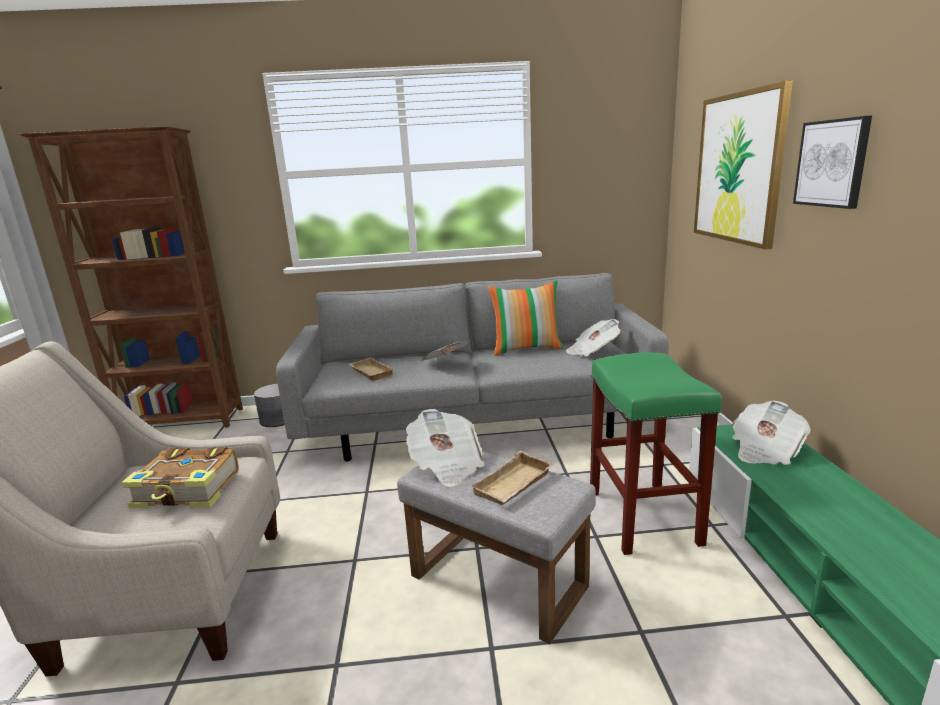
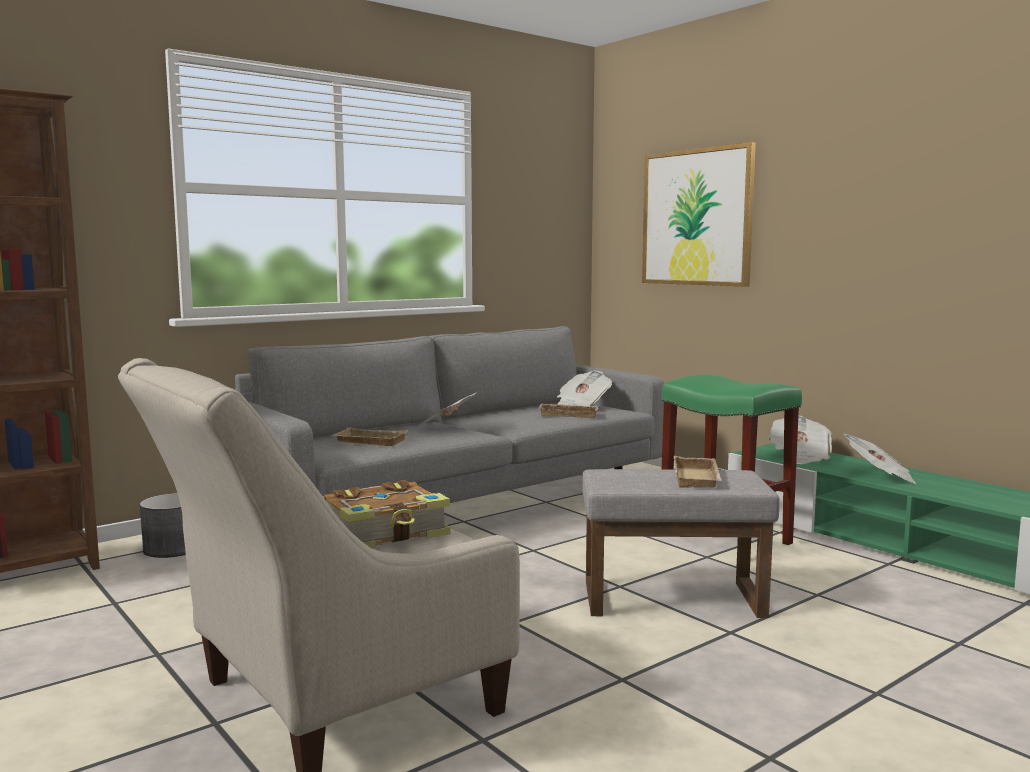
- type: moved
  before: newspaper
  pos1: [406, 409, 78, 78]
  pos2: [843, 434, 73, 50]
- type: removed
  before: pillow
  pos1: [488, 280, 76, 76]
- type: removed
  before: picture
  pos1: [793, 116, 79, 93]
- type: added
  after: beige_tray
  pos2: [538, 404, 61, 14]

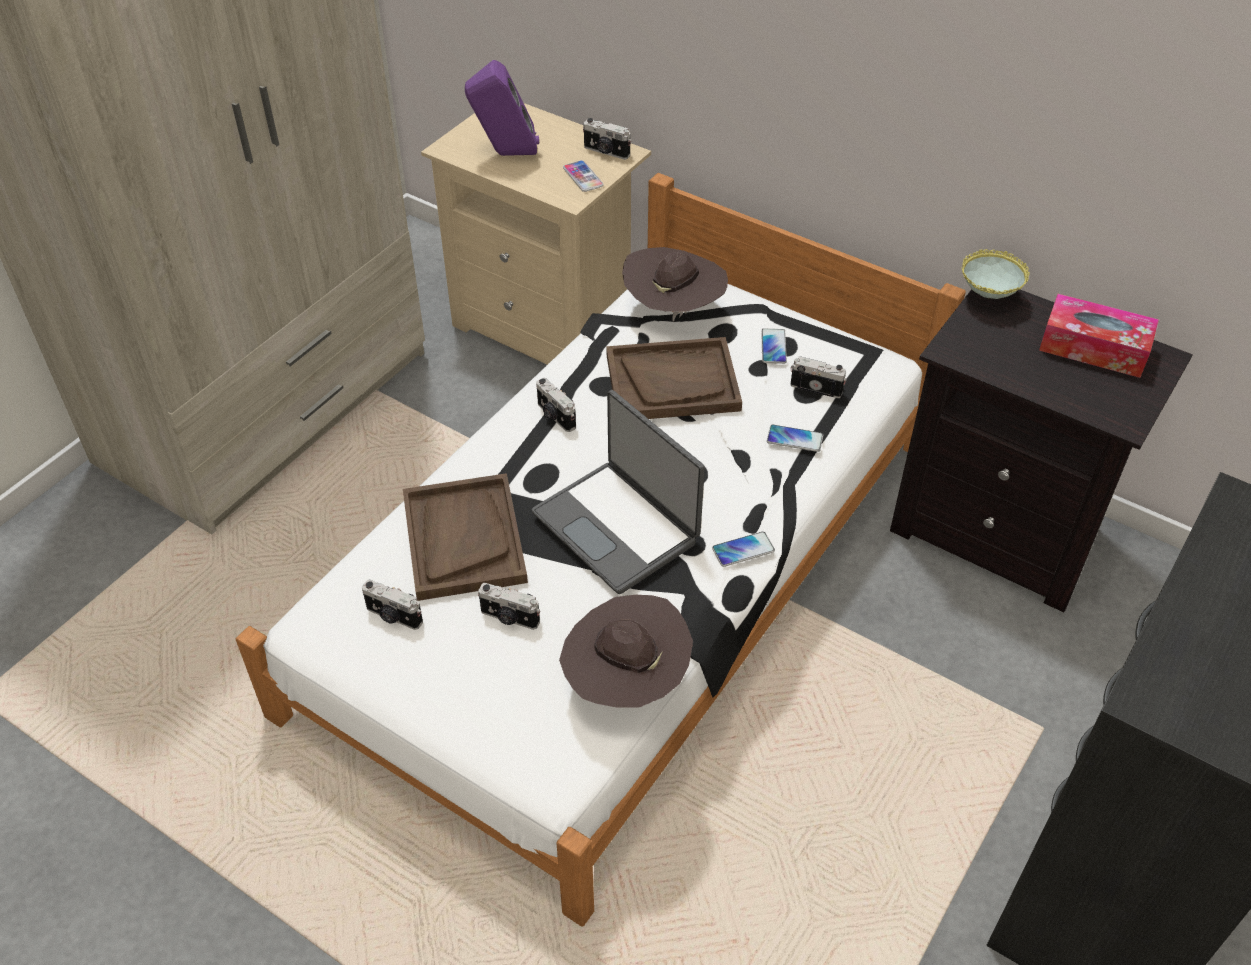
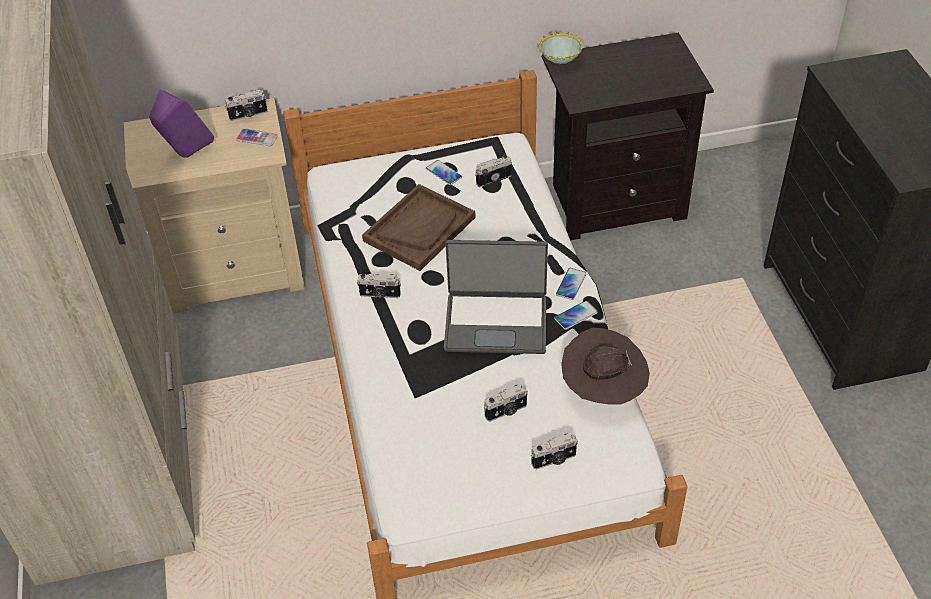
- type: moved
  before: photo_camera
  pos1: [362, 580, 61, 50]
  pos2: [531, 433, 47, 37]
- type: removed
  before: brown_tray
  pos1: [403, 473, 125, 128]
- type: removed
  before: brown_hat
  pos1: [622, 247, 106, 75]
- type: moved
  before: phone
  pos1: [767, 425, 56, 27]
  pos2: [554, 301, 44, 29]
- type: removed
  before: tissue_box
  pos1: [1039, 294, 120, 84]

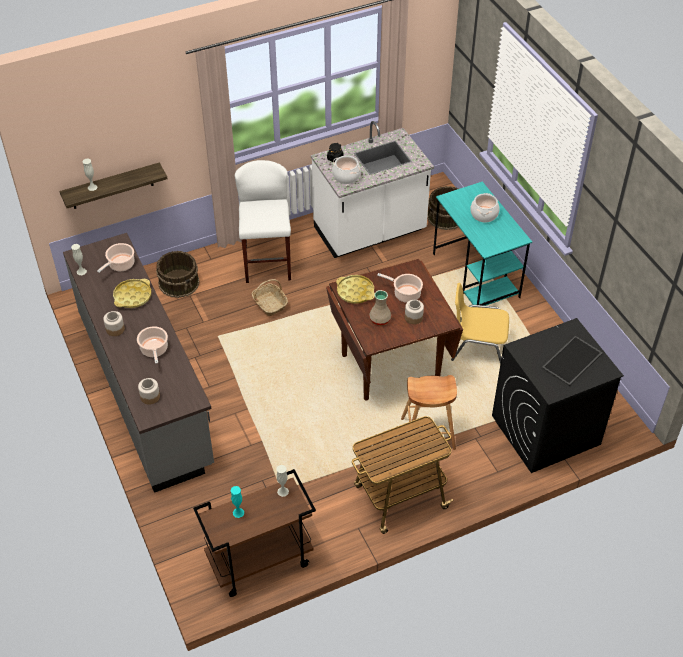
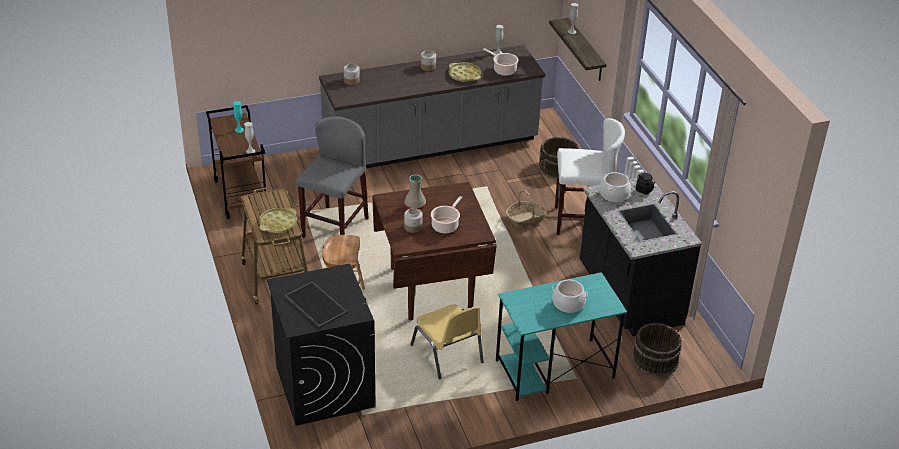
- type: removed
  before: cooking_pot
  pos1: [137, 326, 31, 38]
- type: recoloured
  before: white_counter
  after: black_counter
  pos1: [311, 121, 123, 137]
  pos2: [580, 178, 122, 158]
- type: moved
  before: yellow_tray
  pos1: [336, 275, 39, 29]
  pos2: [259, 208, 38, 25]
- type: turned
  before: yellow_chair
  pos1: [451, 283, 58, 81]
  pos2: [410, 304, 74, 76]
  turn: 135
- type: added
  after: grey_stool
  pos2: [296, 117, 72, 121]

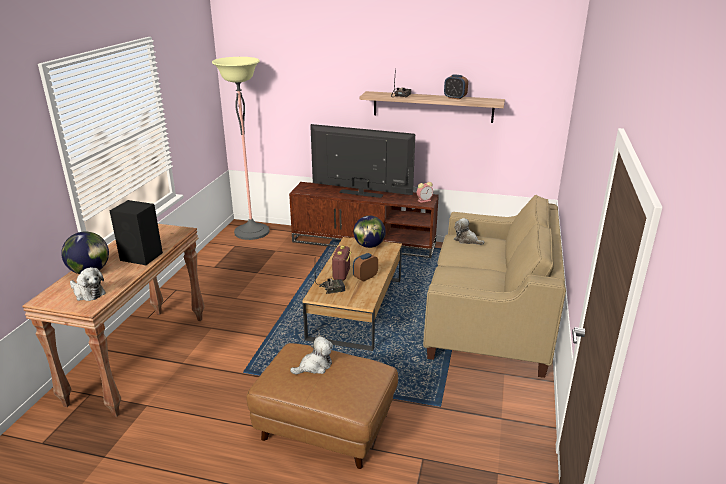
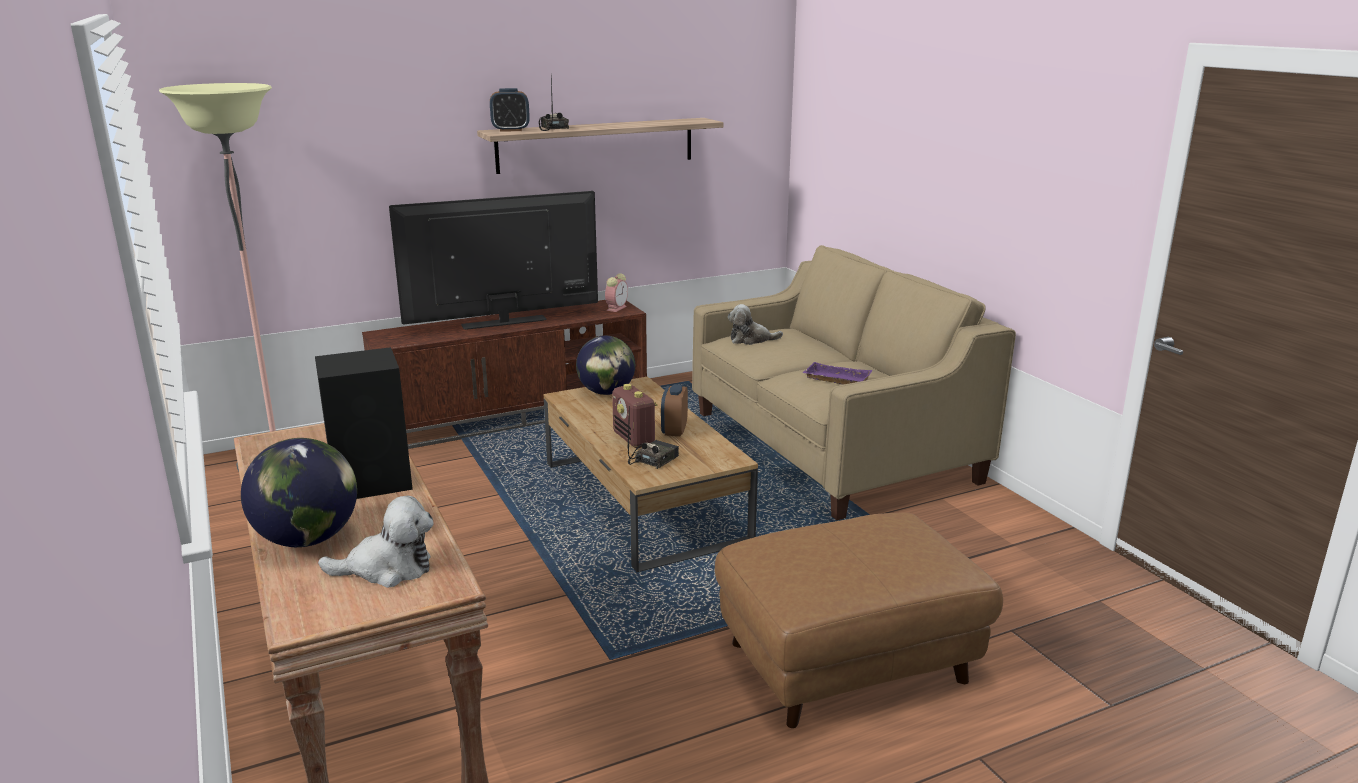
- type: removed
  before: plush_toy
  pos1: [290, 336, 43, 39]
- type: moved
  before: alarm_clock
  pos1: [444, 74, 24, 25]
  pos2: [490, 88, 40, 44]
- type: added
  after: purple_tray
  pos2: [803, 362, 69, 23]

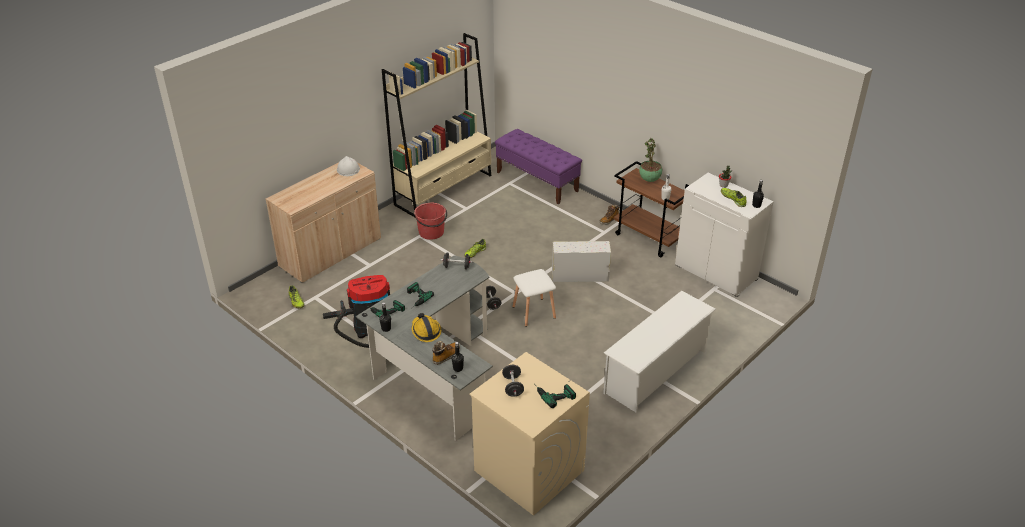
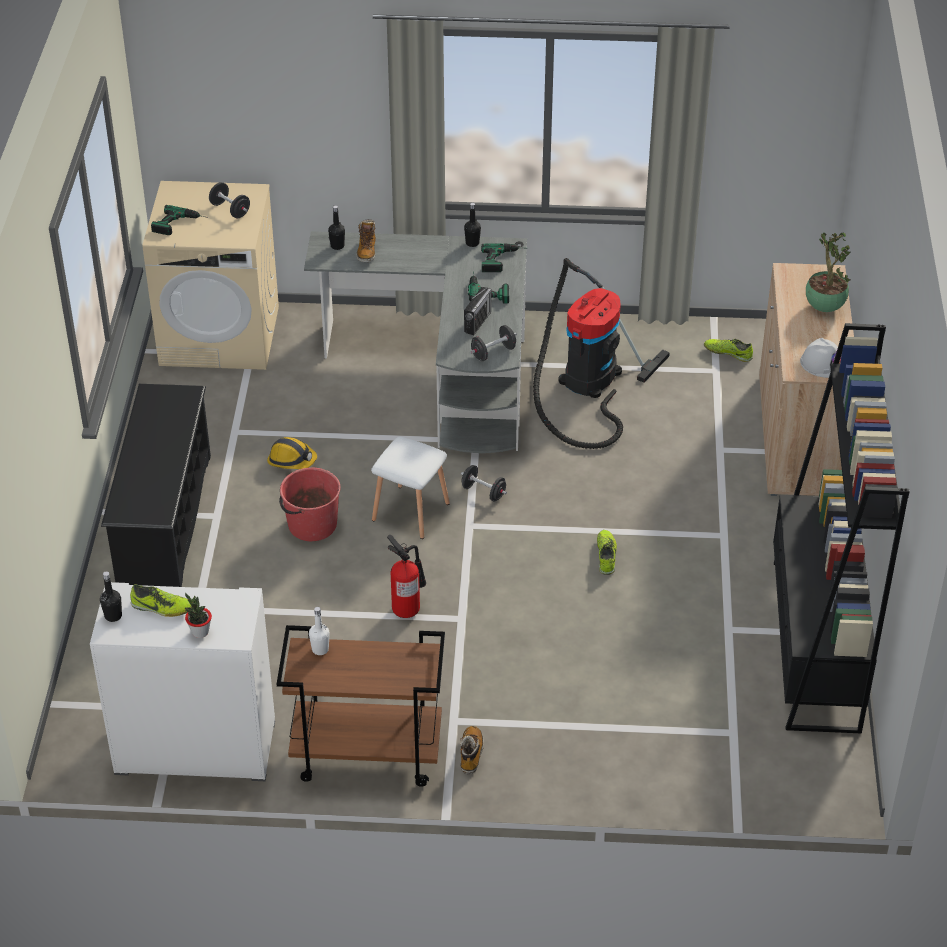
- type: recoloured
  before: beige_bookcase
  after: black_bookcase
  pos1: [382, 33, 109, 185]
  pos2: [773, 323, 137, 410]
- type: moved
  before: hard_hat
  pos1: [412, 313, 29, 29]
  pos2: [267, 437, 50, 32]
- type: moved
  before: red_bucket
  pos1: [414, 203, 33, 37]
  pos2: [279, 468, 62, 73]
- type: removed
  before: purple_bench
  pos1: [495, 129, 87, 75]
- type: replaced
  before: white_storage_box
  after: fire_extinguisher
  pos1: [552, 241, 59, 41]
  pos2: [387, 535, 39, 83]
- type: recoloured
  before: white_shoe_rack
  after: black_shoe_rack
  pos1: [603, 291, 113, 122]
  pos2: [101, 384, 110, 203]
- type: moved
  before: potted_plant
  pos1: [639, 138, 23, 44]
  pos2: [806, 232, 45, 80]
- type: added
  after: radio
  pos2: [464, 287, 28, 48]

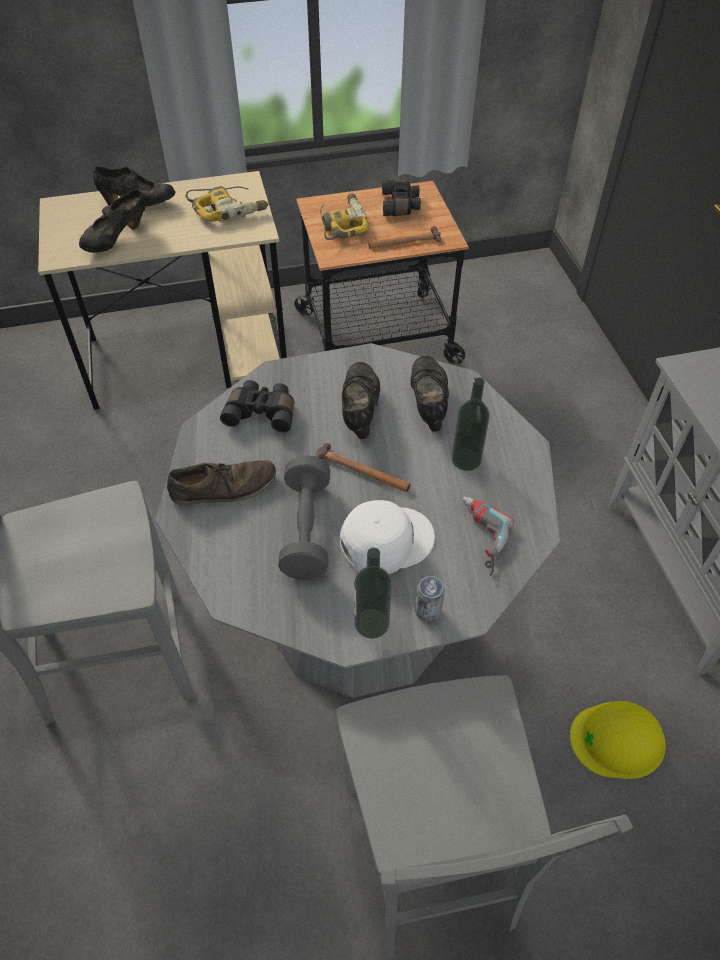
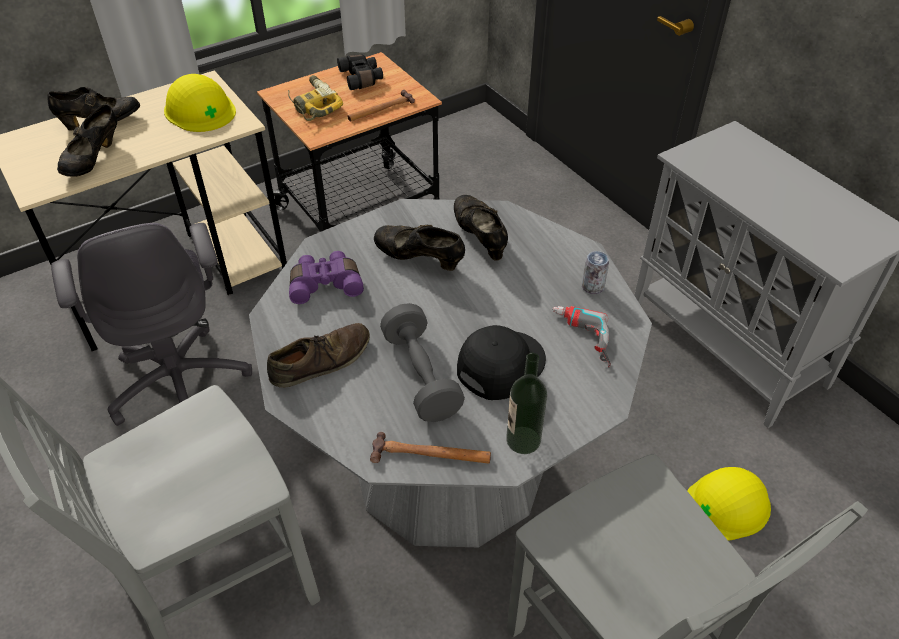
- type: replaced
  before: power_drill
  after: yellow_hard_hat
  pos1: [185, 186, 83, 35]
  pos2: [164, 74, 72, 58]
- type: recoloured
  before: black_binoculars
  after: purple_binoculars
  pos1: [220, 380, 74, 53]
  pos2: [289, 251, 75, 53]
- type: moved
  before: hammer
  pos1: [315, 443, 96, 49]
  pos2: [370, 432, 121, 32]
- type: recoloured
  before: white_cap
  after: black_cap
  pos1: [340, 500, 95, 74]
  pos2: [457, 325, 89, 75]
- type: turned
  before: black_shoe
  pos1: [342, 362, 38, 77]
  pos2: [374, 225, 91, 46]
  turn: -45
- type: moved
  before: can
  pos1: [415, 576, 30, 46]
  pos2: [582, 251, 27, 43]
- type: removed
  before: bottle
  pos1: [452, 377, 38, 94]
- type: added
  after: grey_office_chair
  pos2: [51, 223, 201, 203]

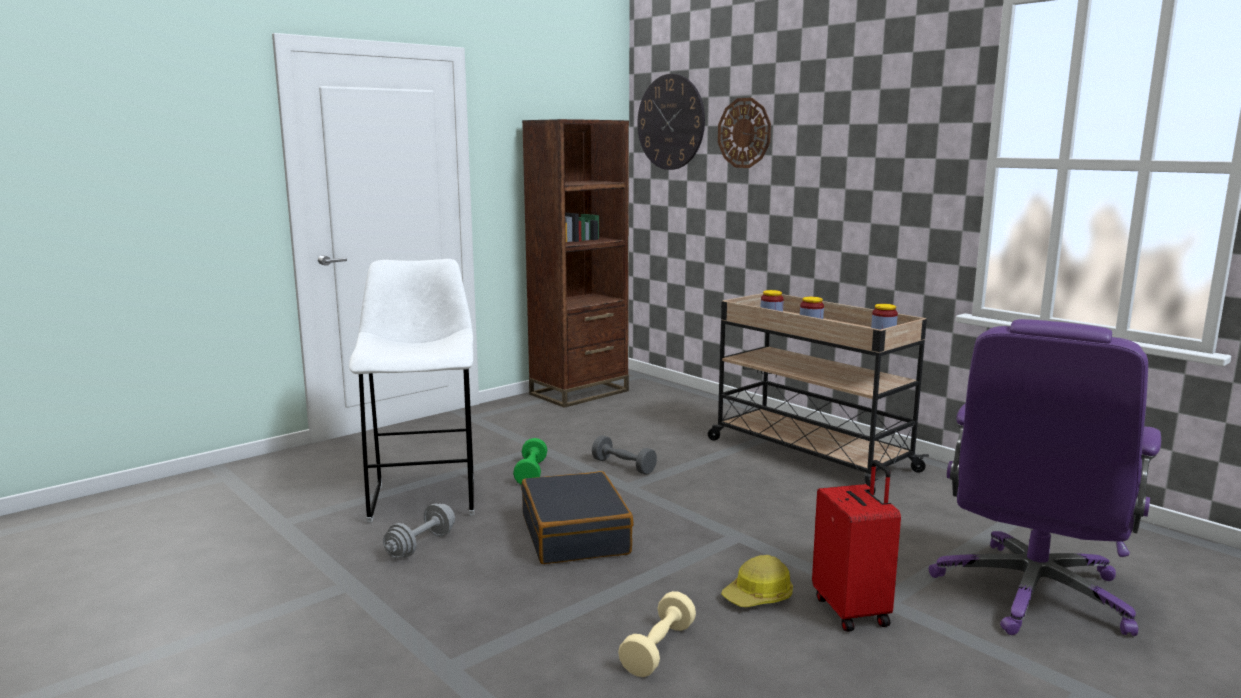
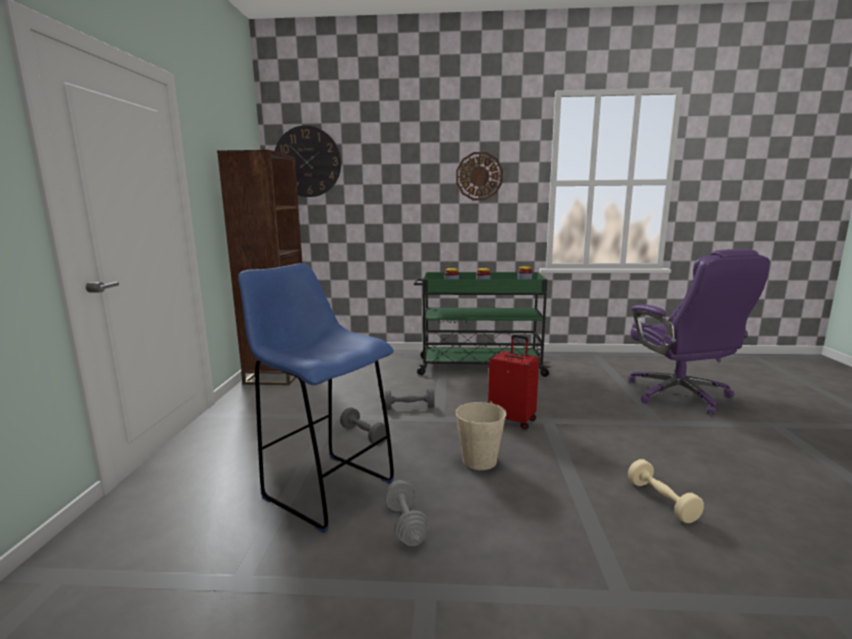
- type: recoloured
  before: white_stool
  after: blue_stool
  pos1: [349, 259, 125, 264]
  pos2: [238, 263, 156, 270]
- type: recoloured
  before: green_dumbbell
  after: grey_dumbbell
  pos1: [513, 438, 34, 47]
  pos2: [340, 407, 47, 39]
- type: replaced
  before: black_suitcase
  after: beige_bucket
  pos1: [521, 471, 113, 93]
  pos2: [455, 401, 52, 69]
- type: recoloured
  before: beige_cart
  after: green_cart
  pos1: [708, 293, 221, 201]
  pos2: [414, 272, 137, 105]
- type: moved
  before: wall_clock
  pos1: [718, 98, 53, 70]
  pos2: [456, 152, 47, 48]
- type: removed
  before: hard_hat
  pos1: [721, 555, 72, 52]
- type: moved
  before: red_suitcase
  pos1: [812, 460, 89, 172]
  pos2: [488, 335, 51, 94]

